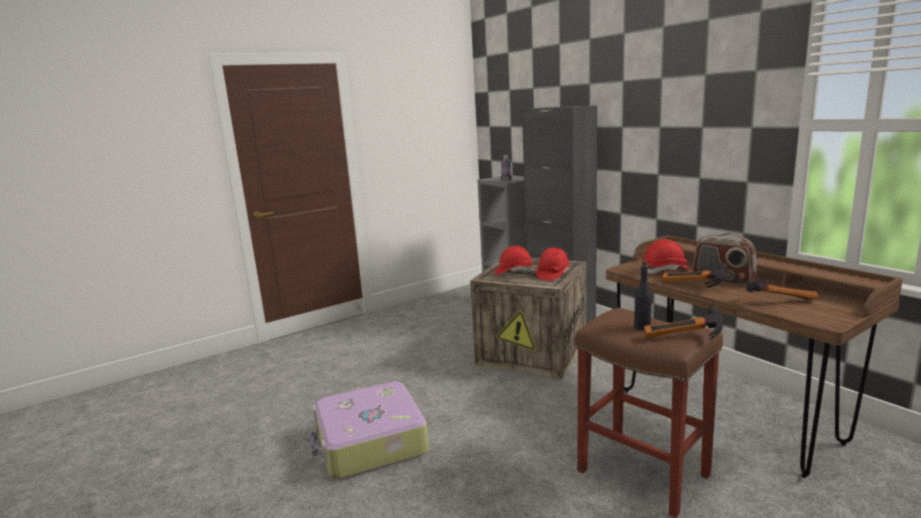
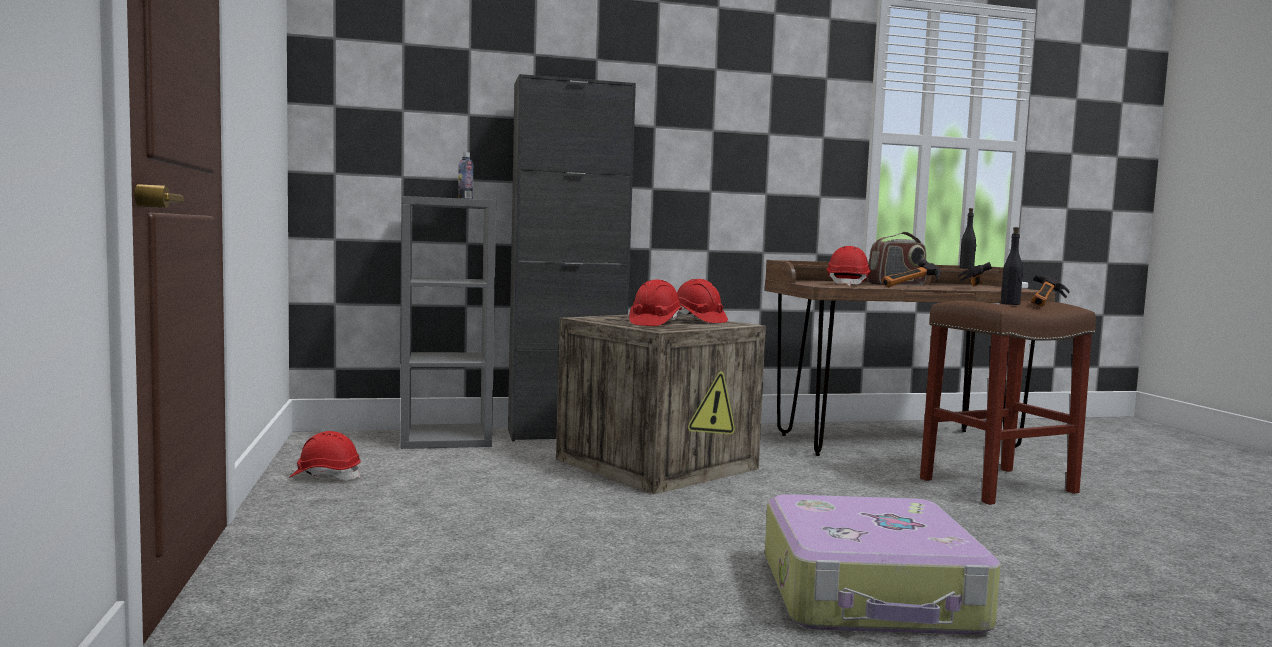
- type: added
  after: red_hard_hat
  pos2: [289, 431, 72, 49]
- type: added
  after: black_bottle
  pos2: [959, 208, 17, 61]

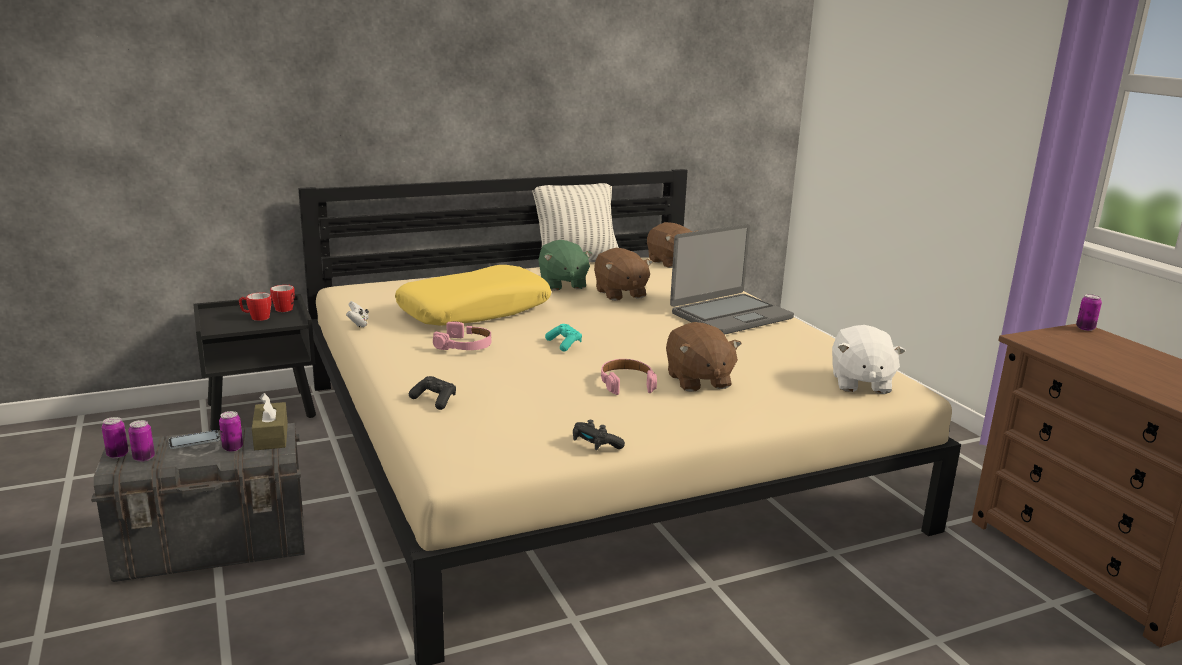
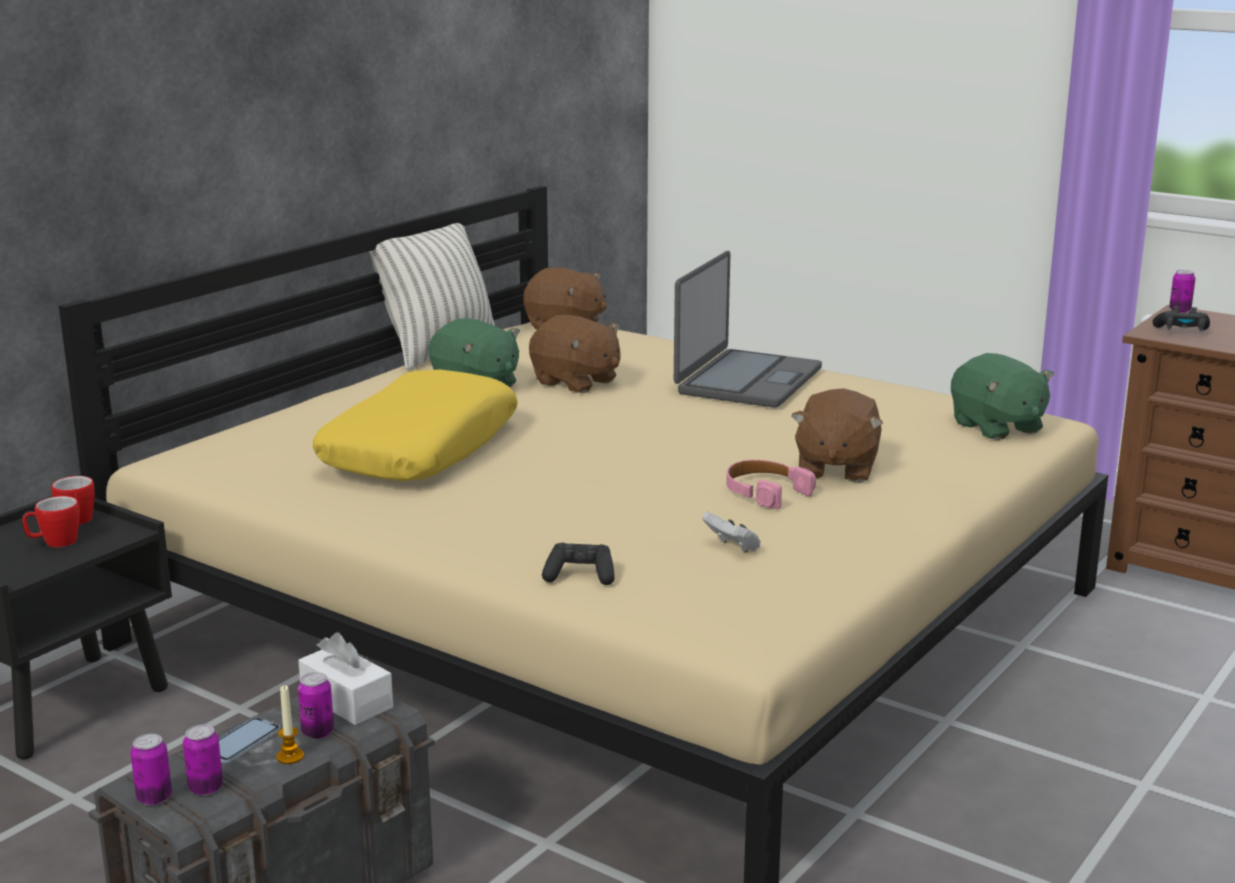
- type: recoloured
  before: brown_tissue_box
  after: white_tissue_box
  pos1: [252, 393, 36, 57]
  pos2: [298, 632, 95, 93]
- type: moved
  before: white_game_controller
  pos1: [346, 301, 23, 26]
  pos2: [702, 512, 58, 40]
- type: removed
  before: pink_headphones
  pos1: [433, 321, 58, 29]
- type: removed
  before: turquoise_game_controller
  pos1: [545, 324, 37, 28]
- type: moved
  before: black_game_controller
  pos1: [573, 420, 52, 30]
  pos2: [1152, 306, 58, 25]
- type: turned
  before: brown_plush_toy
  pos1: [666, 322, 76, 70]
  pos2: [791, 388, 92, 94]
  turn: 60
- type: recoloured
  before: white_plush_toy
  after: green_plush_toy
  pos1: [832, 325, 74, 69]
  pos2: [951, 353, 103, 87]
- type: added
  after: candle
  pos2: [276, 685, 28, 79]

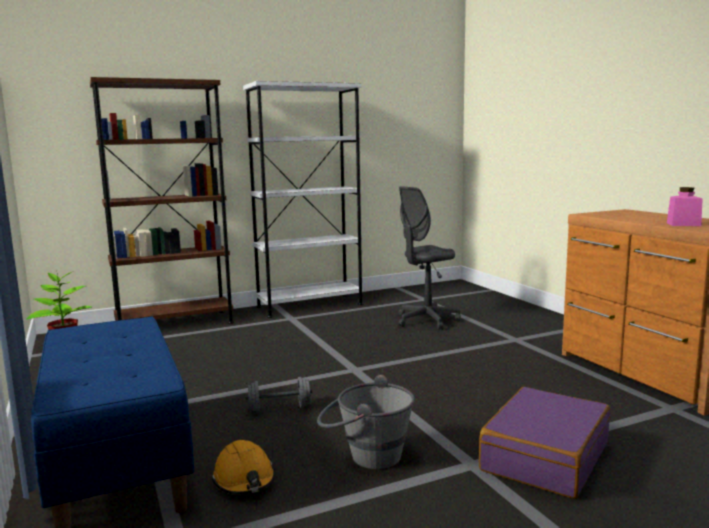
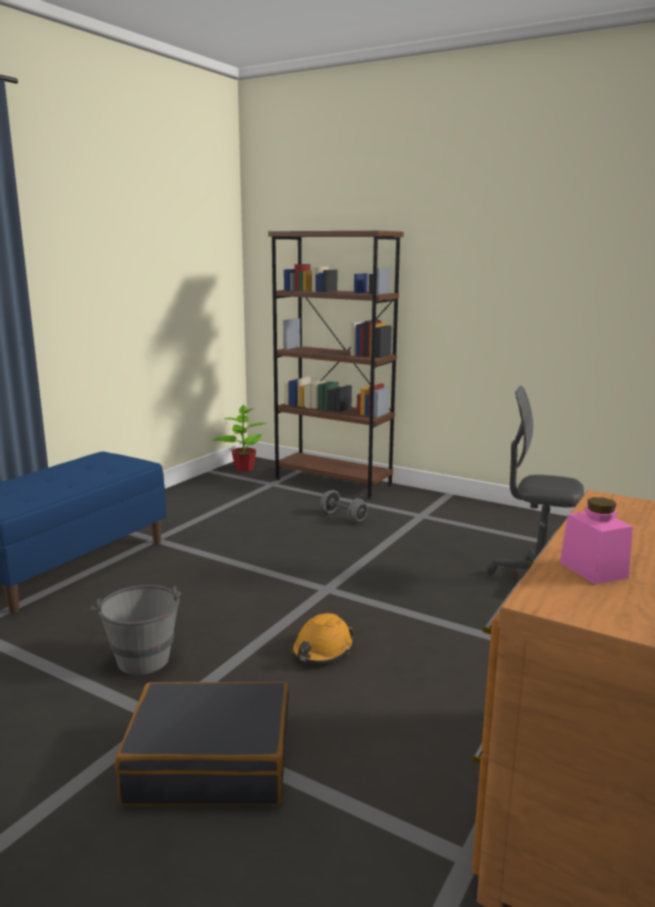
- type: moved
  before: orange_hard_hat
  pos1: [212, 440, 63, 55]
  pos2: [291, 613, 63, 50]
- type: removed
  before: white_bookcase
  pos1: [243, 81, 120, 237]
- type: moved
  before: grey_dumbbell
  pos1: [246, 377, 66, 36]
  pos2: [320, 490, 48, 33]
- type: recoloured
  before: purple_suitcase
  after: black_suitcase
  pos1: [479, 387, 131, 112]
  pos2: [115, 682, 174, 124]

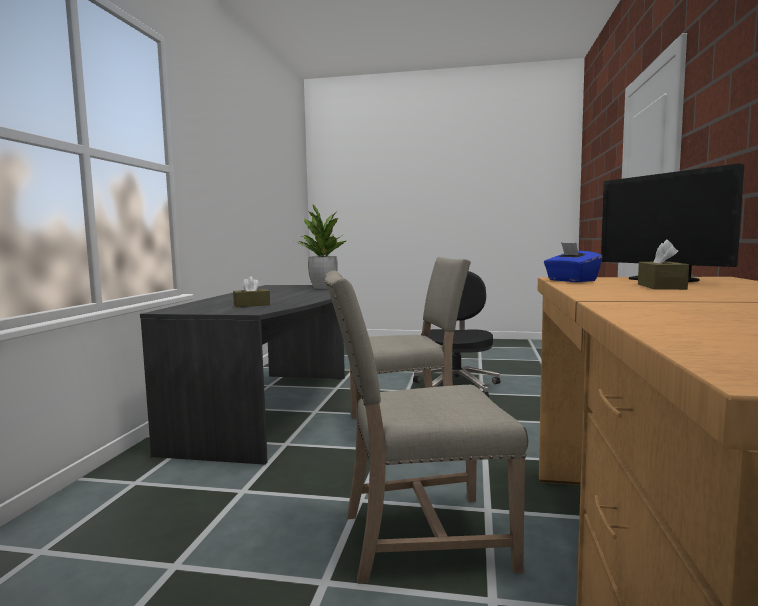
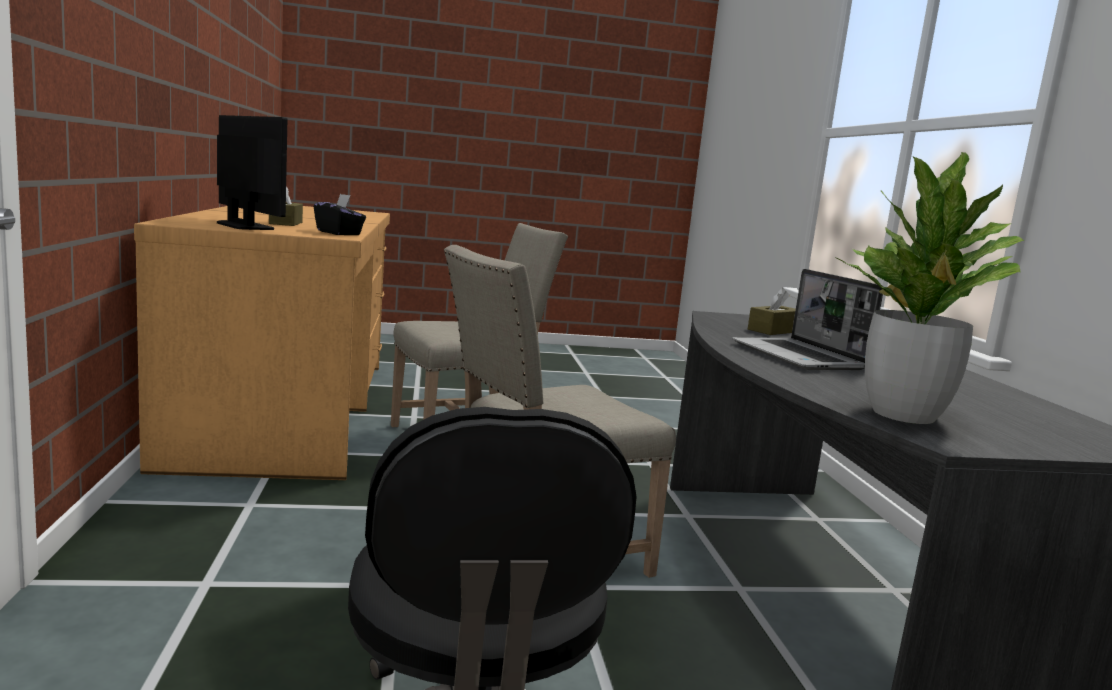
- type: recoloured
  before: blue_tissue_box
  after: black_tissue_box
  pos1: [544, 242, 59, 40]
  pos2: [314, 194, 52, 41]
- type: added
  after: laptop
  pos2: [732, 269, 151, 101]

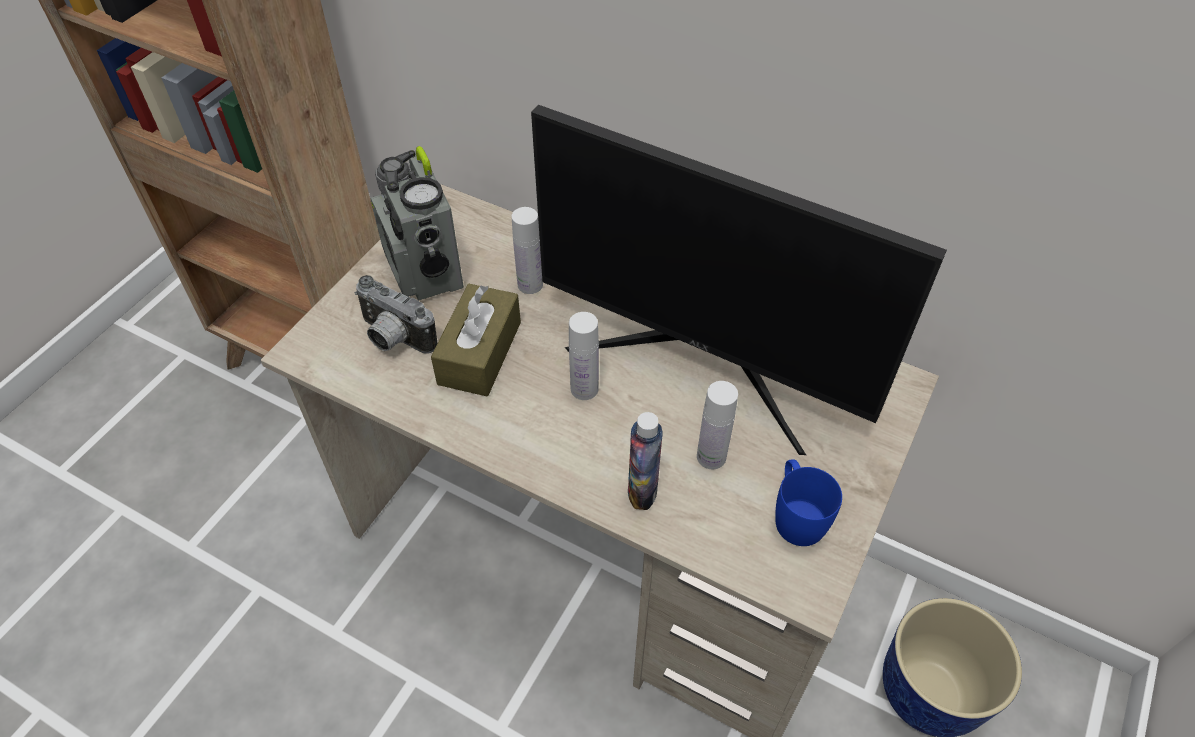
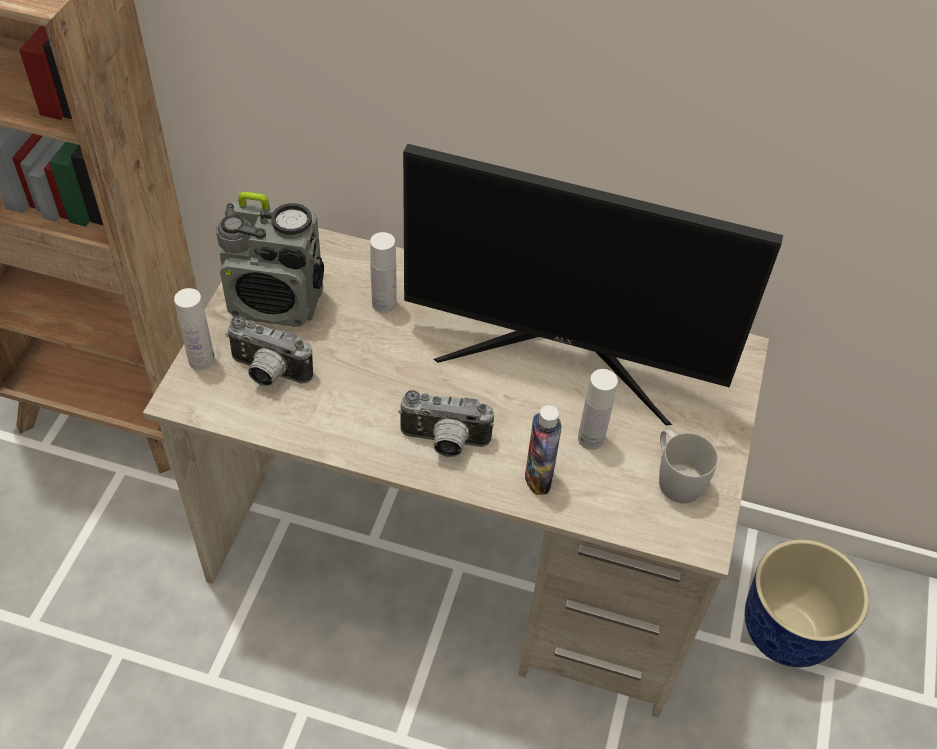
- type: turned
  before: radio
  pos1: [370, 146, 94, 155]
  pos2: [216, 192, 108, 135]
  turn: -45
- type: removed
  before: brown_tissue_box
  pos1: [431, 284, 90, 112]
- type: moved
  before: white_bottle
  pos1: [569, 312, 30, 88]
  pos2: [174, 288, 41, 82]
- type: recoloured
  before: blue_mug
  after: white_mug
  pos1: [775, 459, 67, 87]
  pos2: [659, 429, 59, 74]
- type: added
  after: photo_camera
  pos2: [398, 390, 96, 67]

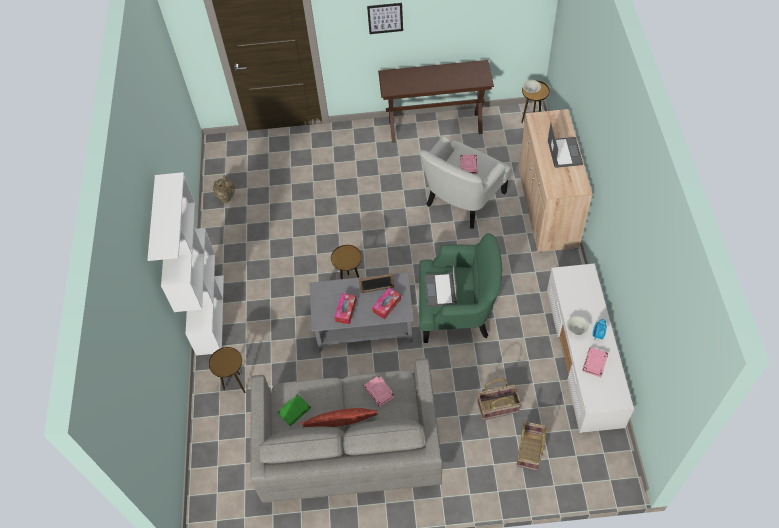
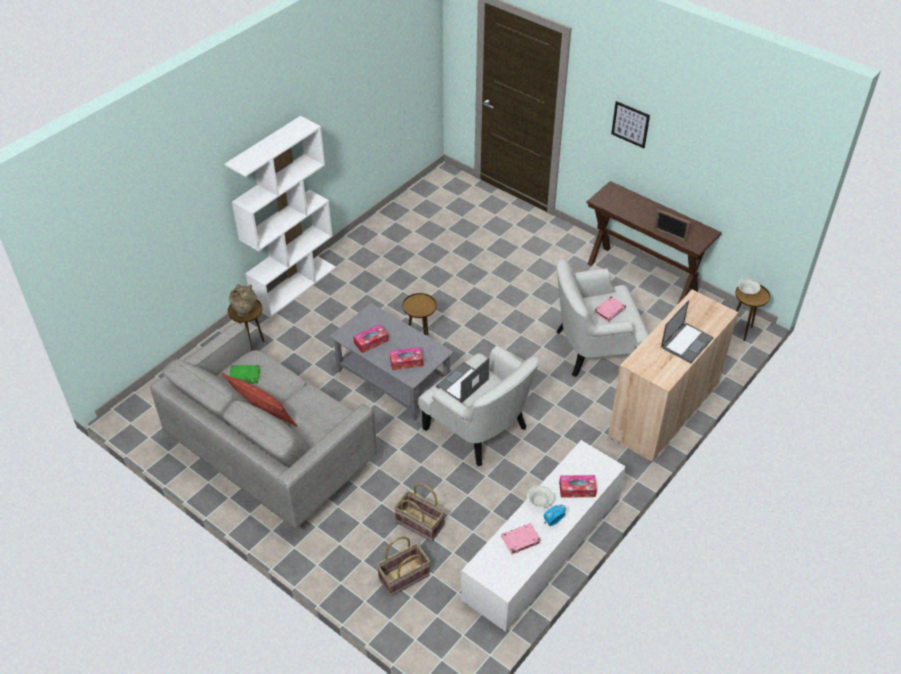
- type: moved
  before: beige_vase
  pos1: [213, 175, 22, 28]
  pos2: [229, 284, 28, 33]
- type: moved
  before: picture_frame
  pos1: [359, 273, 35, 20]
  pos2: [654, 209, 37, 33]
- type: removed
  before: pink_book
  pos1: [363, 375, 32, 32]
- type: recoloured
  before: green_armchair
  after: white_armchair
  pos1: [419, 233, 83, 110]
  pos2: [418, 345, 121, 121]
- type: added
  after: tissue_box
  pos2: [559, 475, 38, 23]

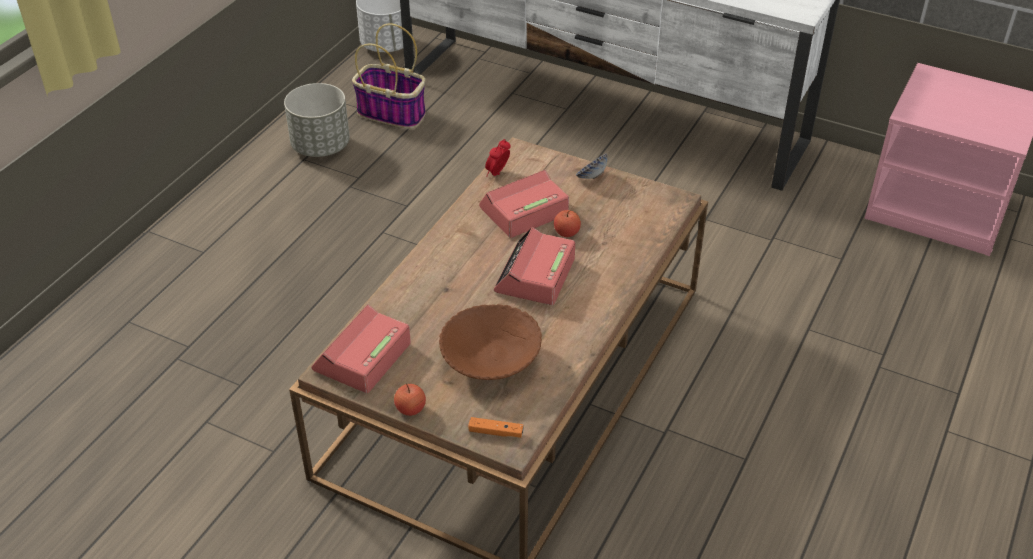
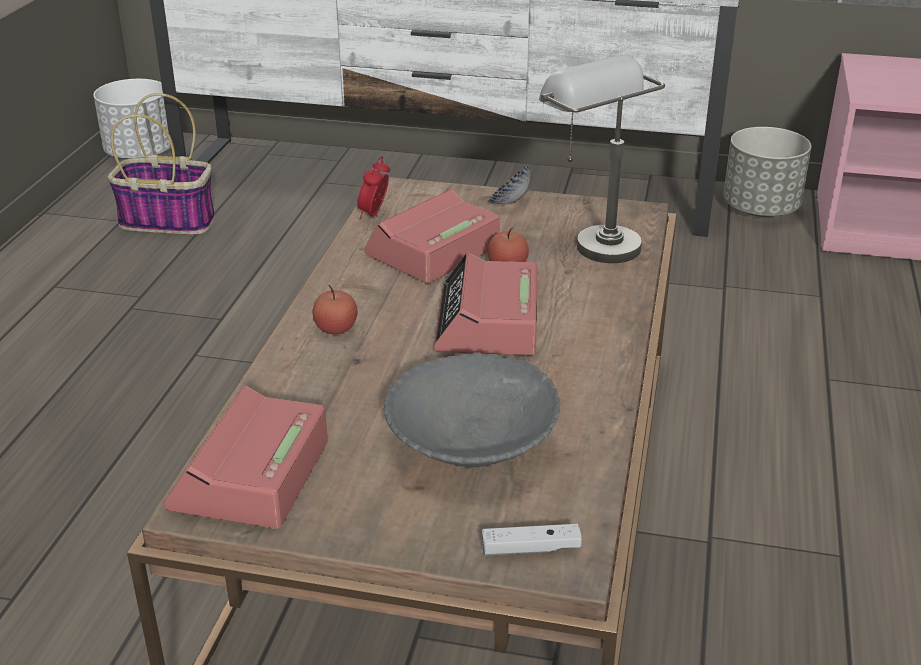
- type: moved
  before: grey_planter
  pos1: [284, 83, 66, 74]
  pos2: [723, 127, 89, 90]
- type: moved
  before: apple
  pos1: [394, 383, 32, 33]
  pos2: [313, 285, 45, 49]
- type: recoloured
  before: brown_bowl
  after: grey_bowl
  pos1: [439, 304, 103, 76]
  pos2: [384, 352, 177, 115]
- type: recoloured
  before: orange_game_controller
  after: white_game_controller
  pos1: [468, 417, 56, 21]
  pos2: [482, 524, 100, 32]
- type: added
  after: grey_table_lamp
  pos2: [539, 55, 126, 208]

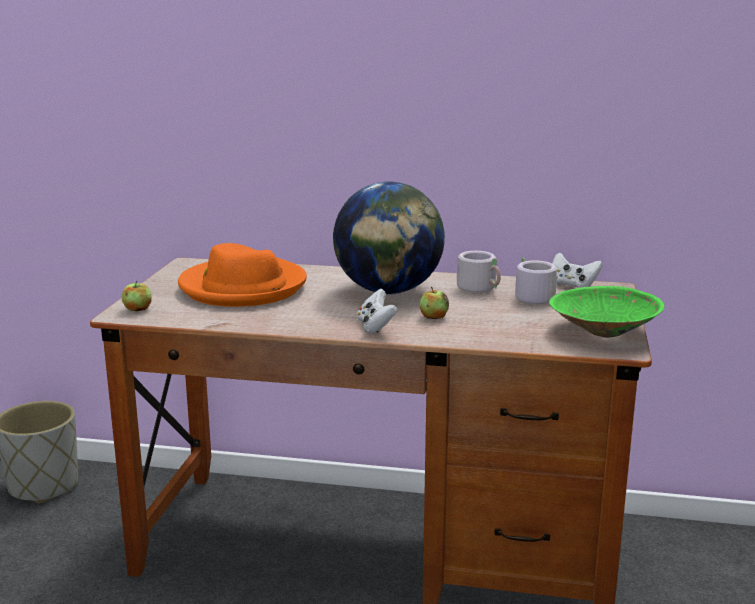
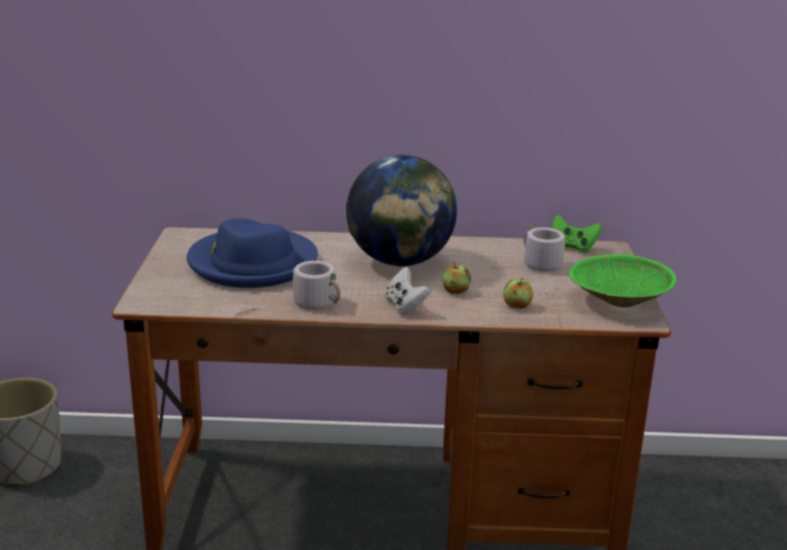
- type: moved
  before: apple
  pos1: [122, 281, 30, 30]
  pos2: [503, 278, 30, 31]
- type: recoloured
  before: orange_hat
  after: blue_hat
  pos1: [178, 243, 129, 64]
  pos2: [187, 218, 131, 70]
- type: moved
  before: grey_mug
  pos1: [457, 251, 43, 42]
  pos2: [293, 261, 48, 49]
- type: recoloured
  before: white_game_controller
  after: green_game_controller
  pos1: [552, 253, 50, 35]
  pos2: [552, 215, 49, 37]

